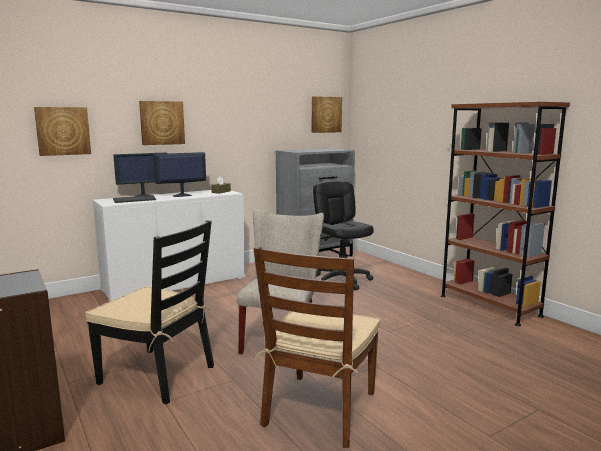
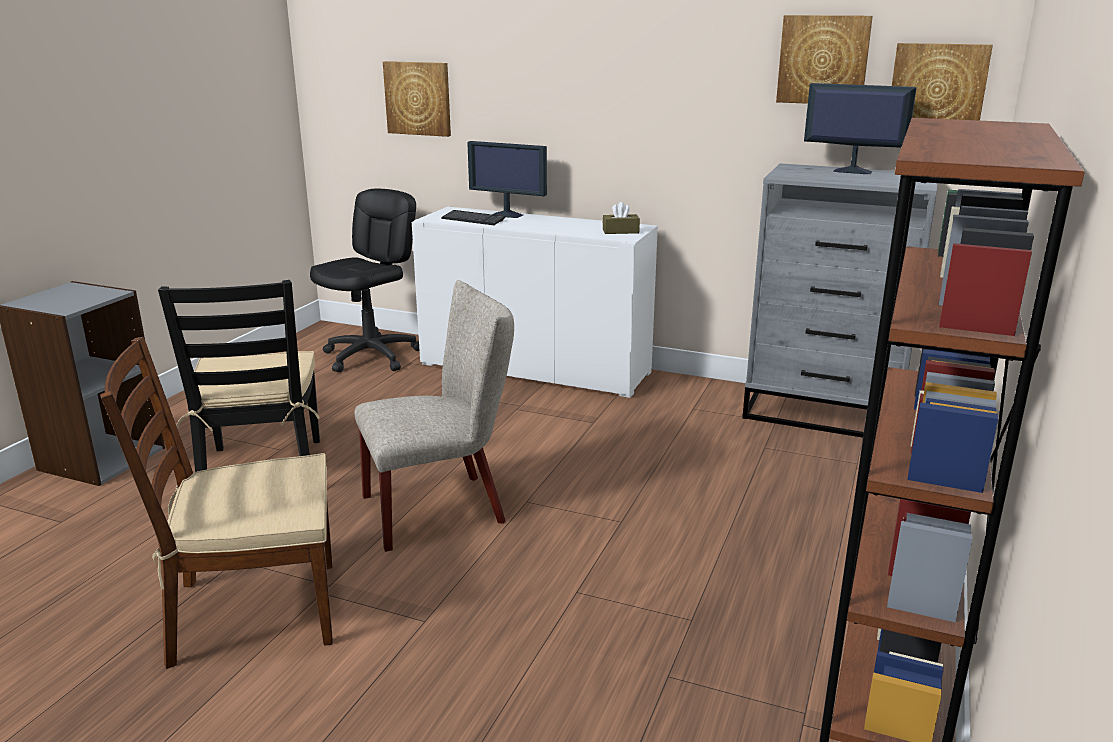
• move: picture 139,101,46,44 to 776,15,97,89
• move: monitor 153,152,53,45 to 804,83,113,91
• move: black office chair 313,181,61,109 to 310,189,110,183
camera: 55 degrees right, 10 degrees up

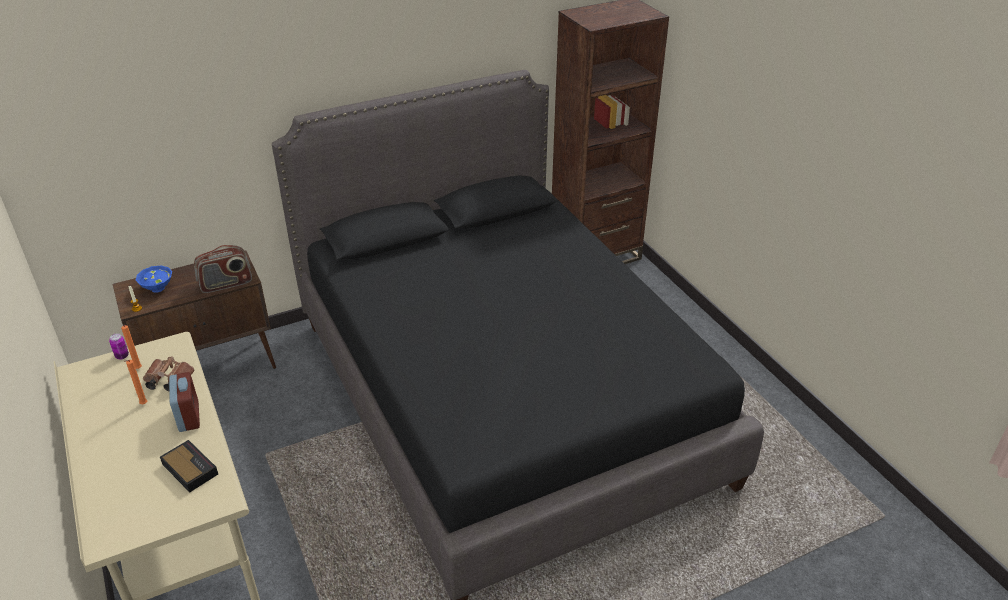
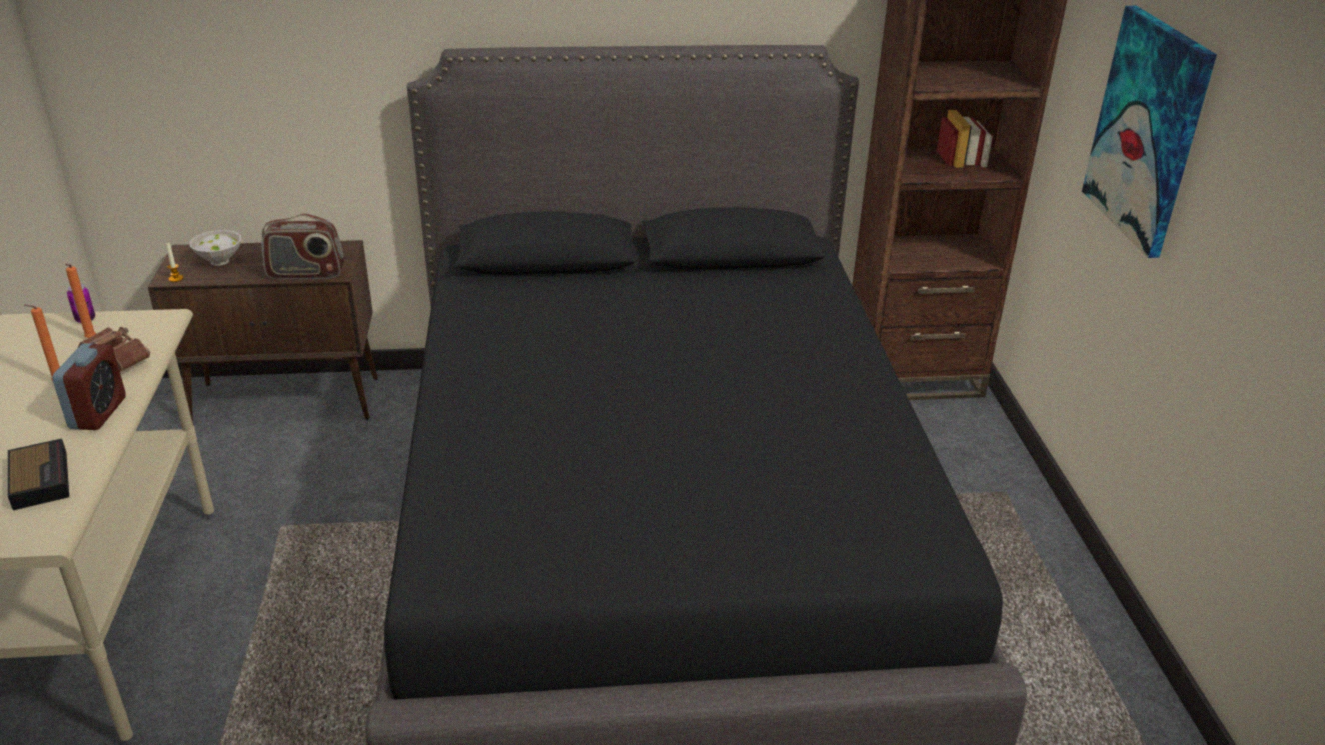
• insert: picture 1082,6,135,252
• recolor: blue bowl 136,266,36,27 to white bowl 190,230,51,36
camera: 20 degrees right, 5 degrees down

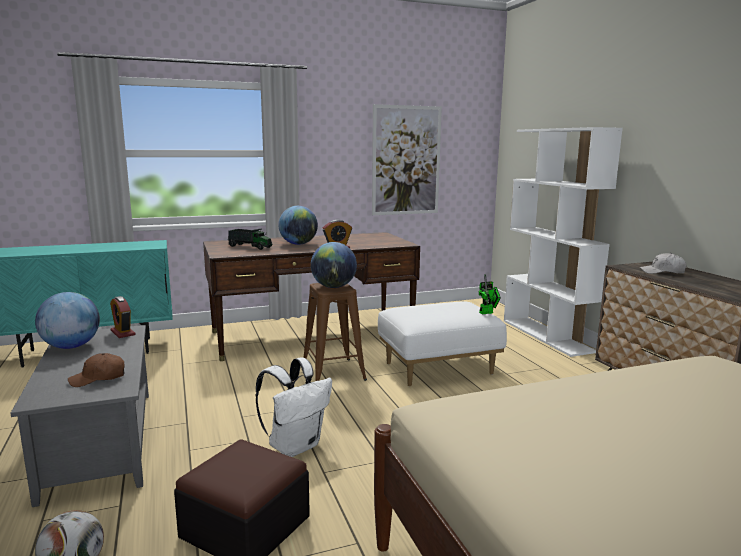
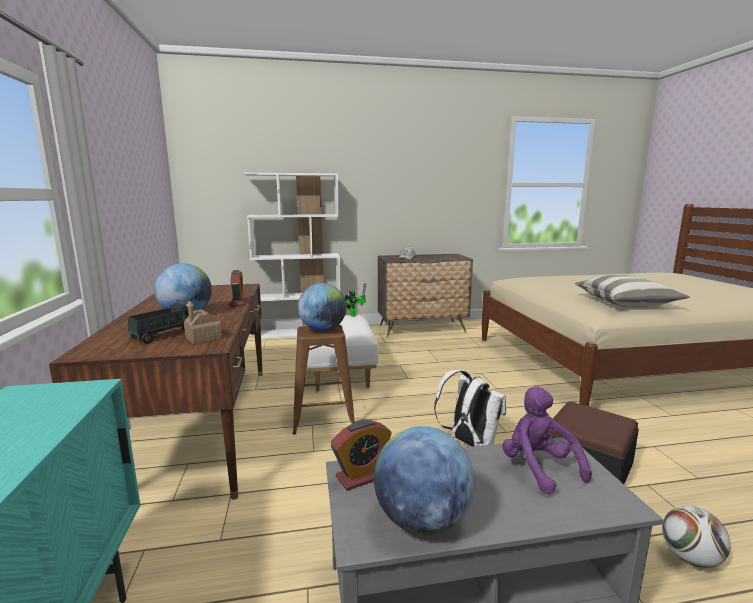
• delete: picture 372,104,70,111
• insert: toy house 184,300,38,44
• insert: pillow 574,275,115,32
• replace: brown cap 68,353,57,34 to purple plush toy 502,386,90,108
camera: 80 degrees left, 0 degrees up

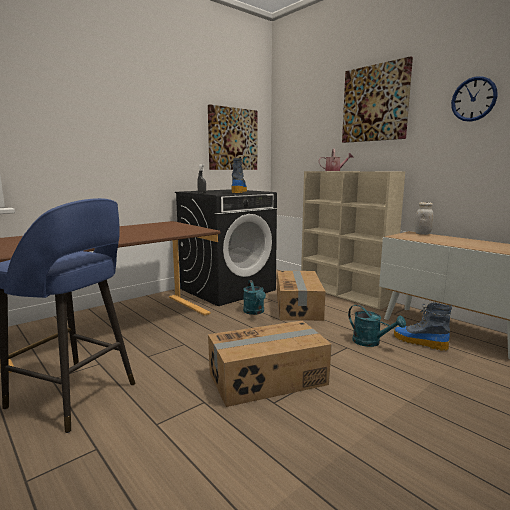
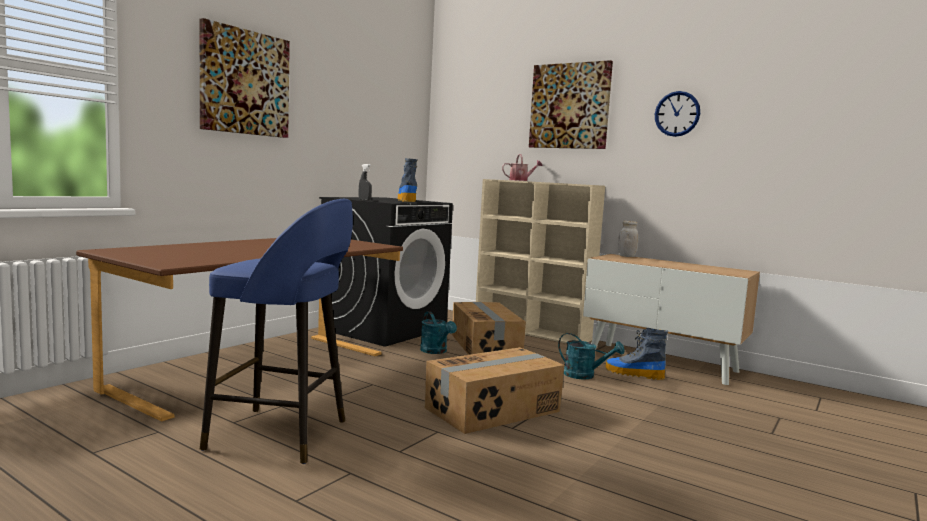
• move: picture 208,105,49,65 to 199,18,91,120
camera: 15 degrees left, 5 degrees down

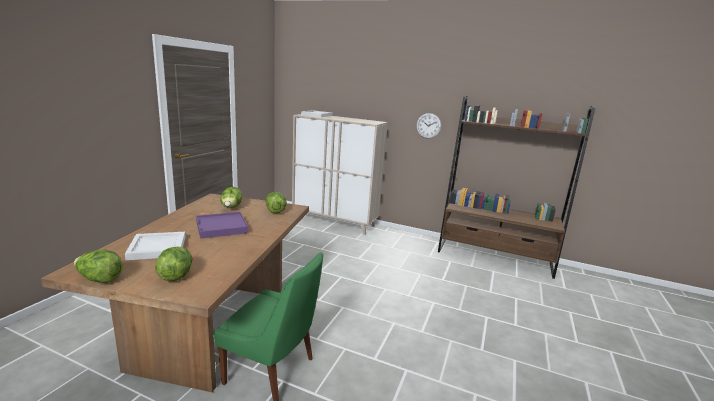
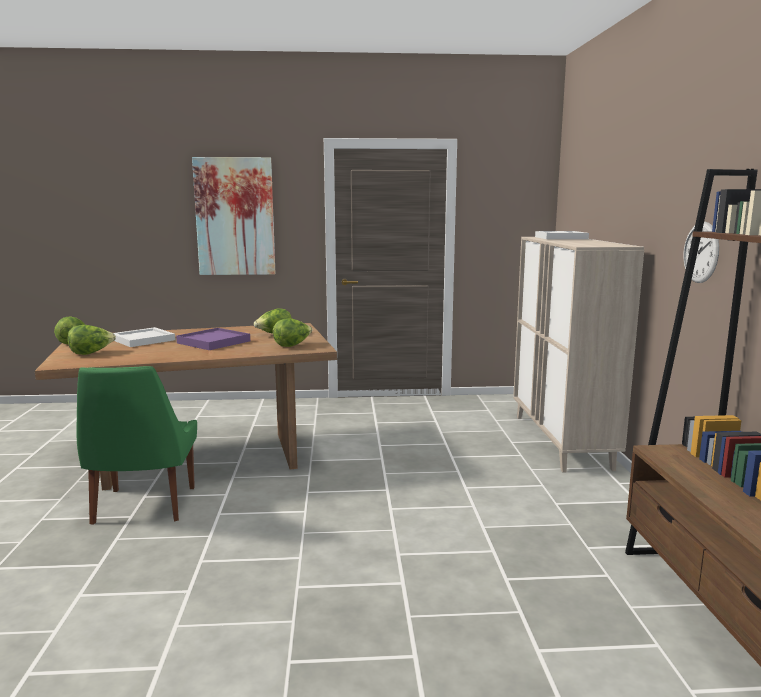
• insert: picture 192,157,84,118
camera: 65 degrees right, 5 degrees down

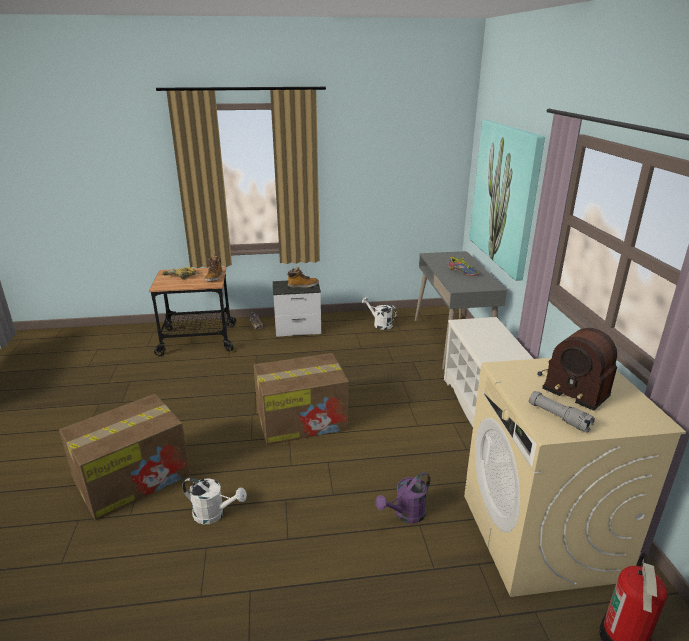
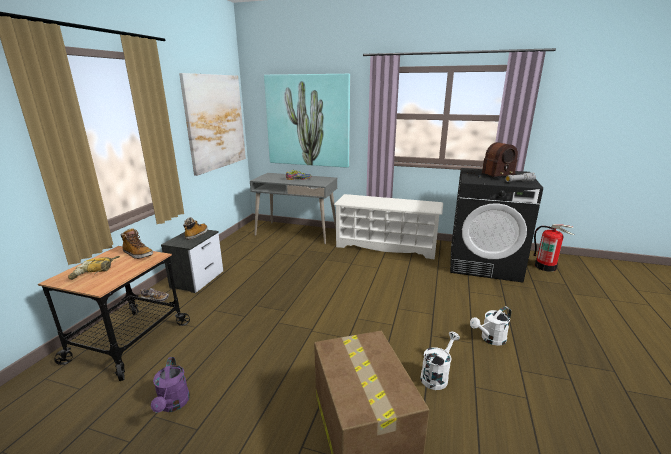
• delete: cardboard box 254,353,95,92
• insert: picture 179,73,67,103
• move: white watering can 362,297,35,33 to 470,307,41,39
• move: purple watering can 375,472,55,52 to 151,357,39,56
• recolor: beige washing machine 464,358,222,239 to black washing machine 450,168,93,115
camera: 65 degrees left, 5 degrees down

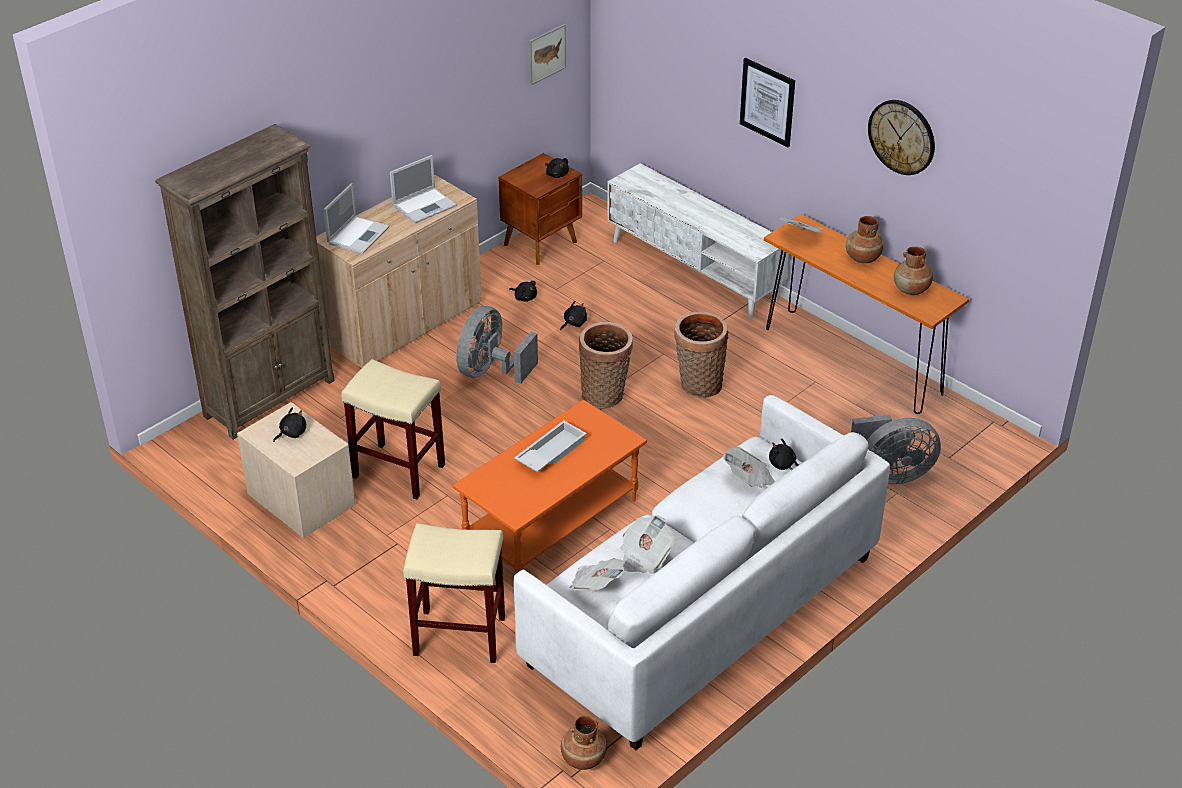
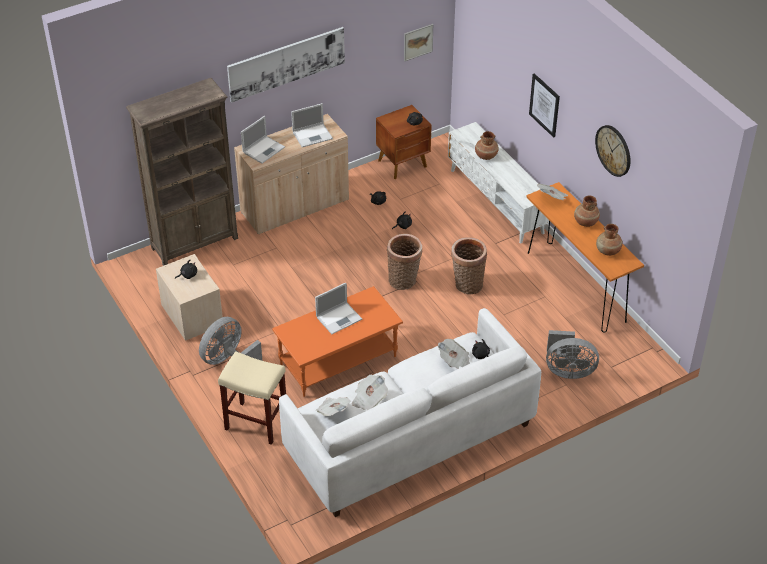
• delete: beige stool 341,359,104,141
• insert: picture 227,27,118,76
• move: grey fan 456,306,82,78 to 199,317,63,48
• move: brown vase 561,716,46,54 to 475,131,24,29
• replace: white tray 514,421,73,51 to laptop 315,282,47,52
camera: 15 degrees right, 5 degrees up

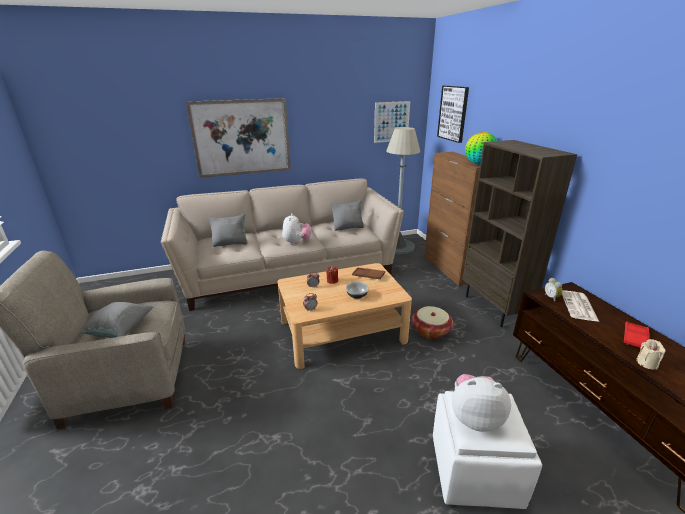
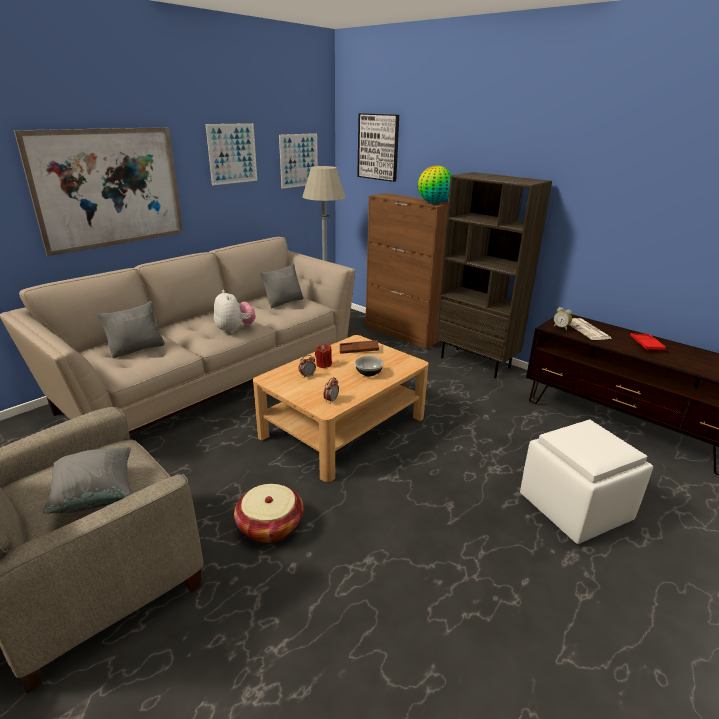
• delete: plush toy 452,374,59,58
• delete: beige candle 636,339,30,30
• insert: picture 206,123,51,62
• move: basket 412,306,41,33 to 234,484,70,59
camera: 30 degrees left, 0 degrees up

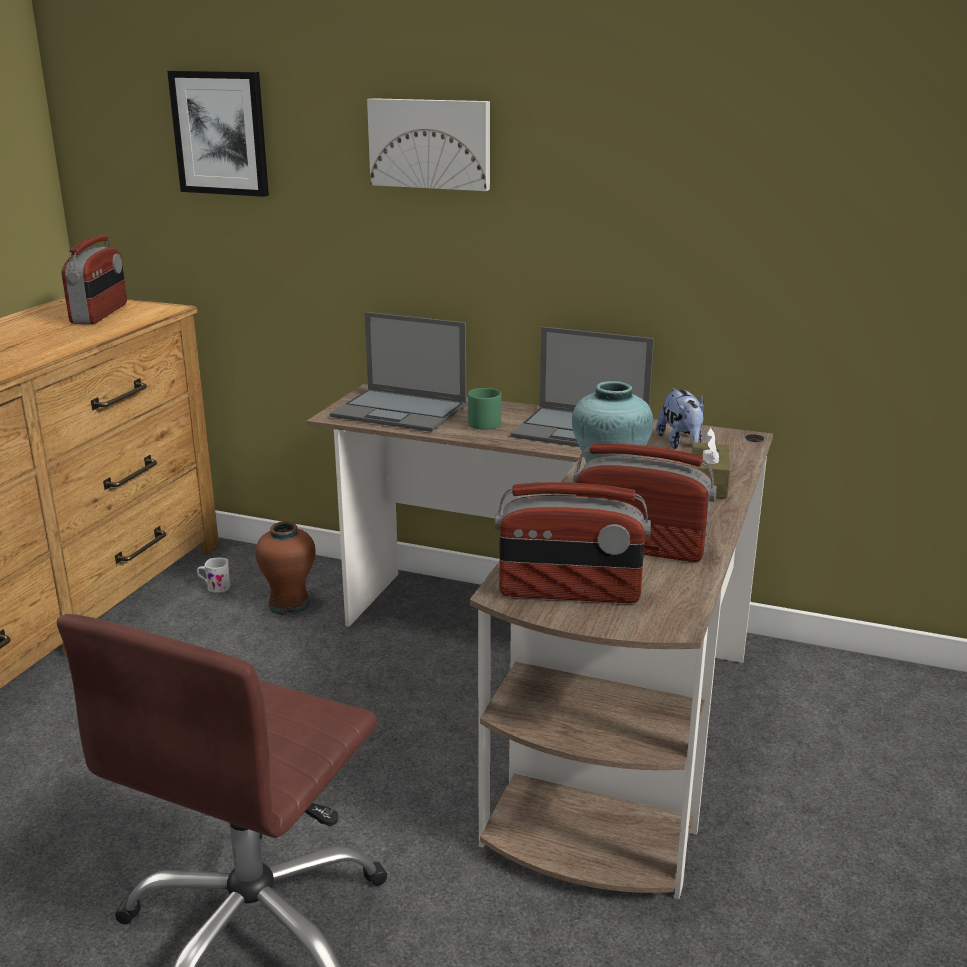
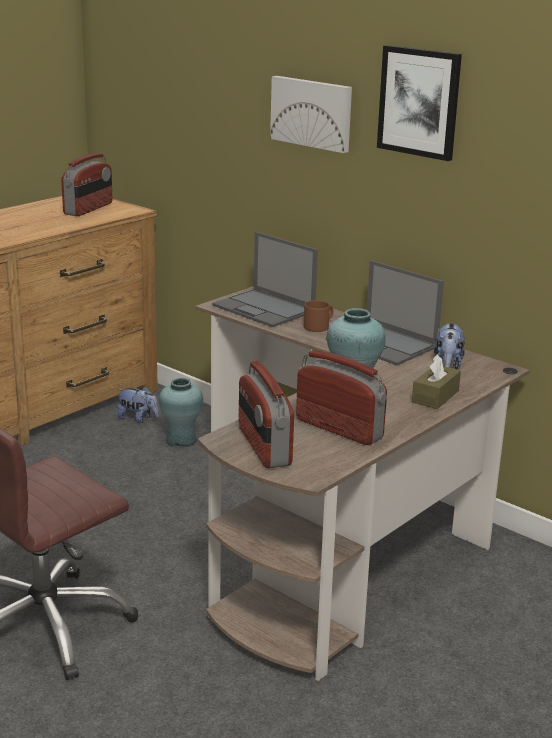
• move: picture 167,71,102,126 to 377,45,85,116
• replace: white mug 197,558,33,35 to plush toy 117,386,42,37
• recolor: brown vase 255,521,61,94 to turquoise vase 159,378,44,70
• recolor: green mug 468,388,33,42 to brown mug 304,300,29,32
• rotate: radio 495,482,156,121 = 239,361,55,107 45 degrees clockwise
camera: 20 degrees right, 0 degrees up

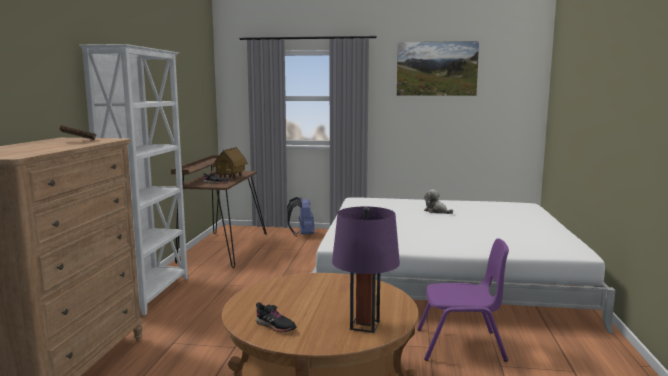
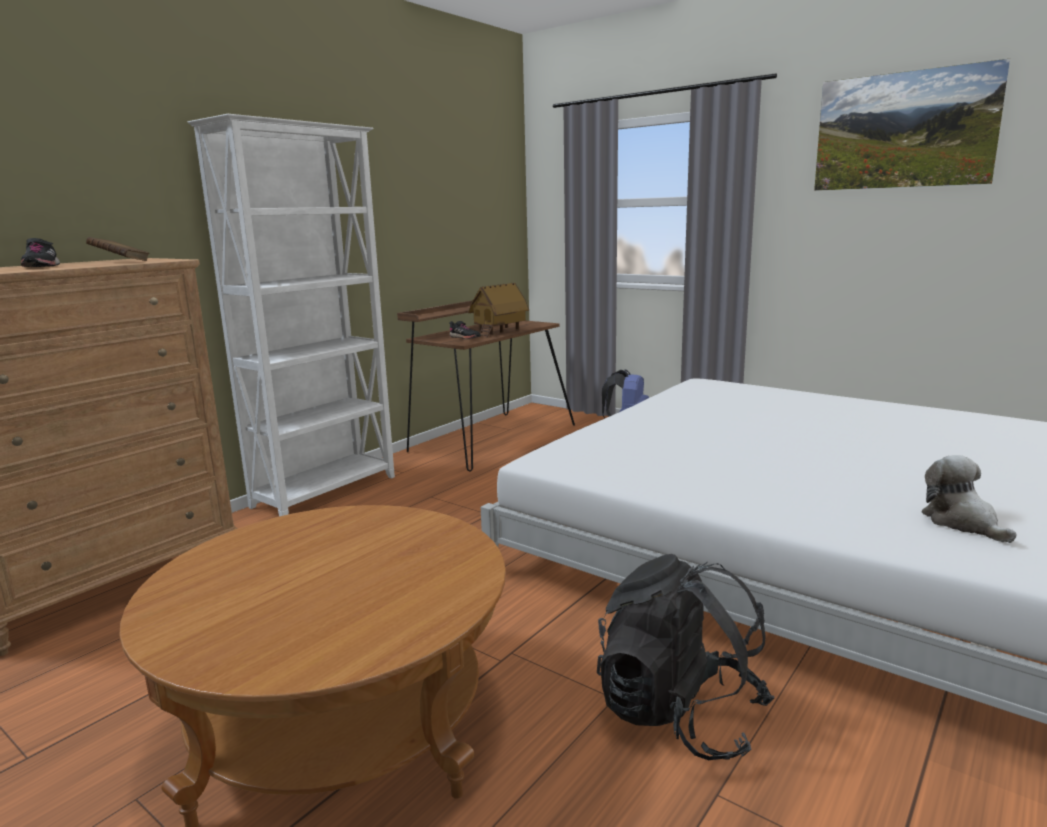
• delete: purple table lamp 332,207,68,126
• move: black shoe 256,302,41,30 to 21,238,39,29
• move: plush toy 424,189,29,25 to 922,455,95,88
• replace: purple chair 417,238,92,124 to black backpack 597,554,178,206
camera: 30 degrees right, 5 degrees up

